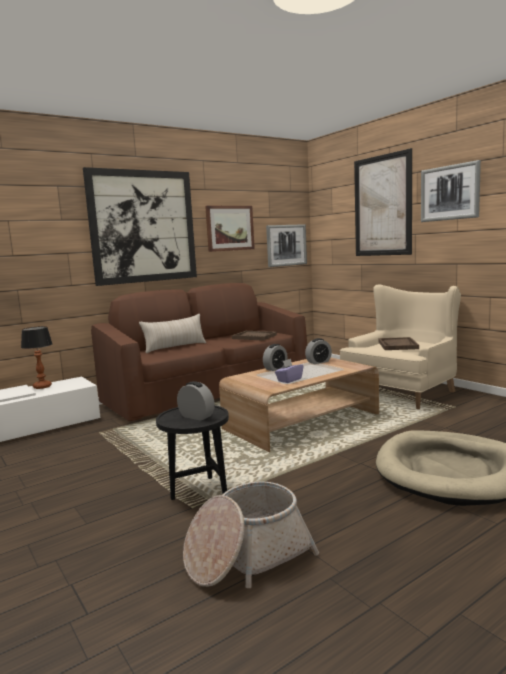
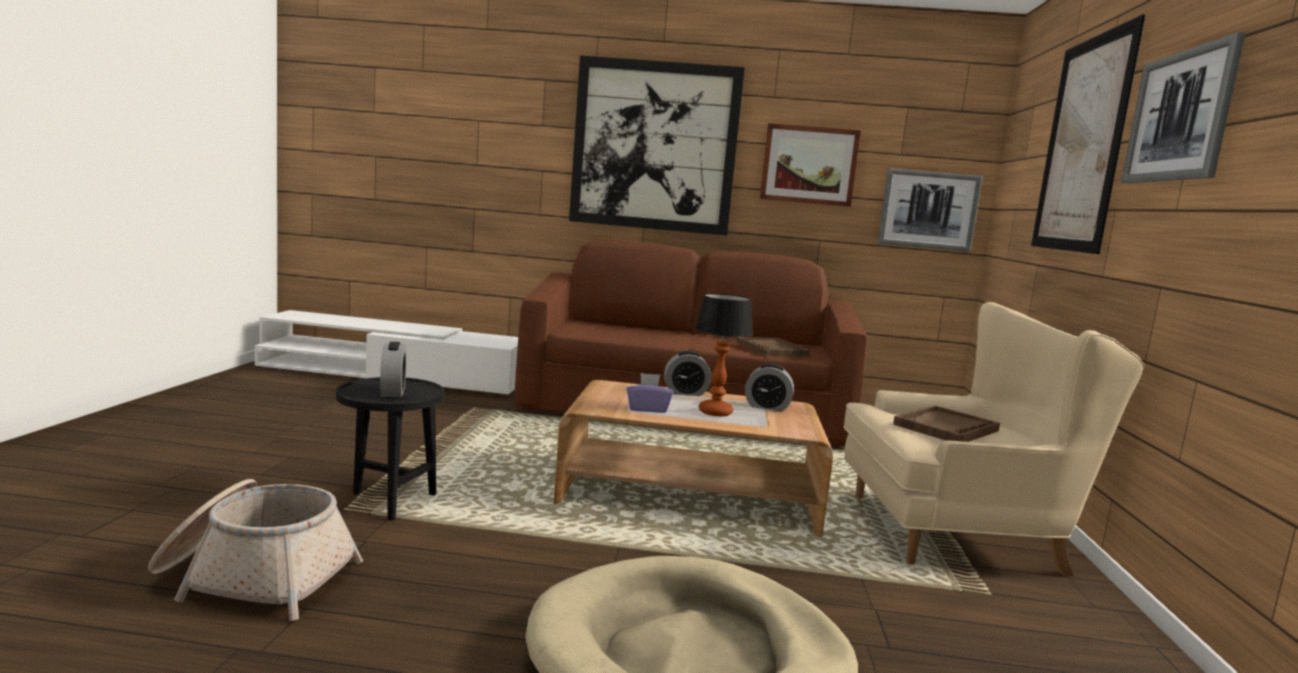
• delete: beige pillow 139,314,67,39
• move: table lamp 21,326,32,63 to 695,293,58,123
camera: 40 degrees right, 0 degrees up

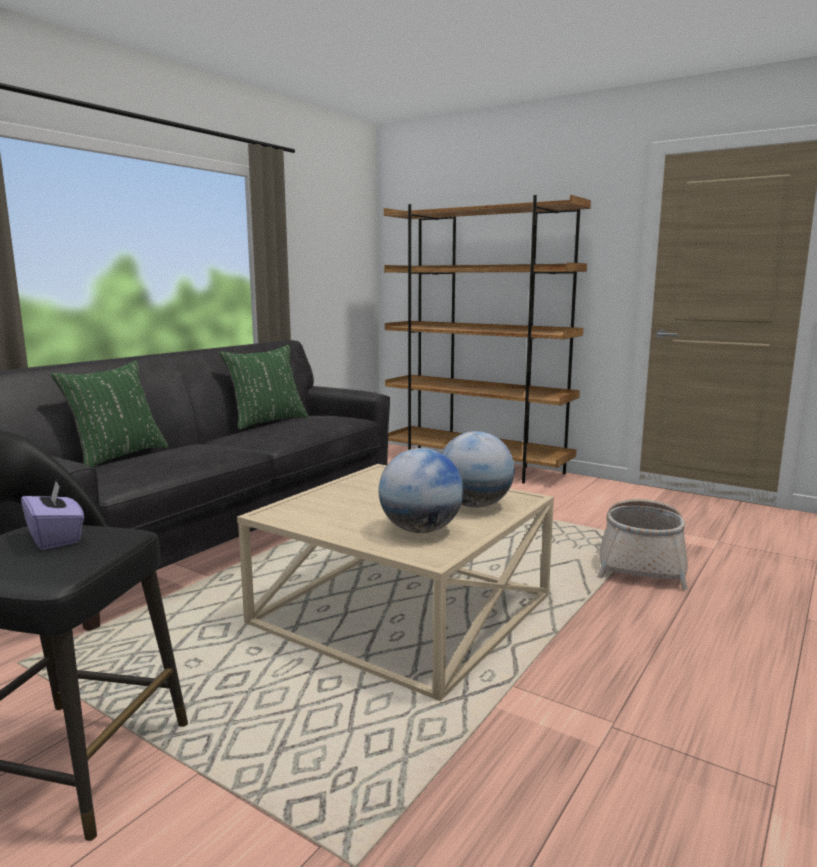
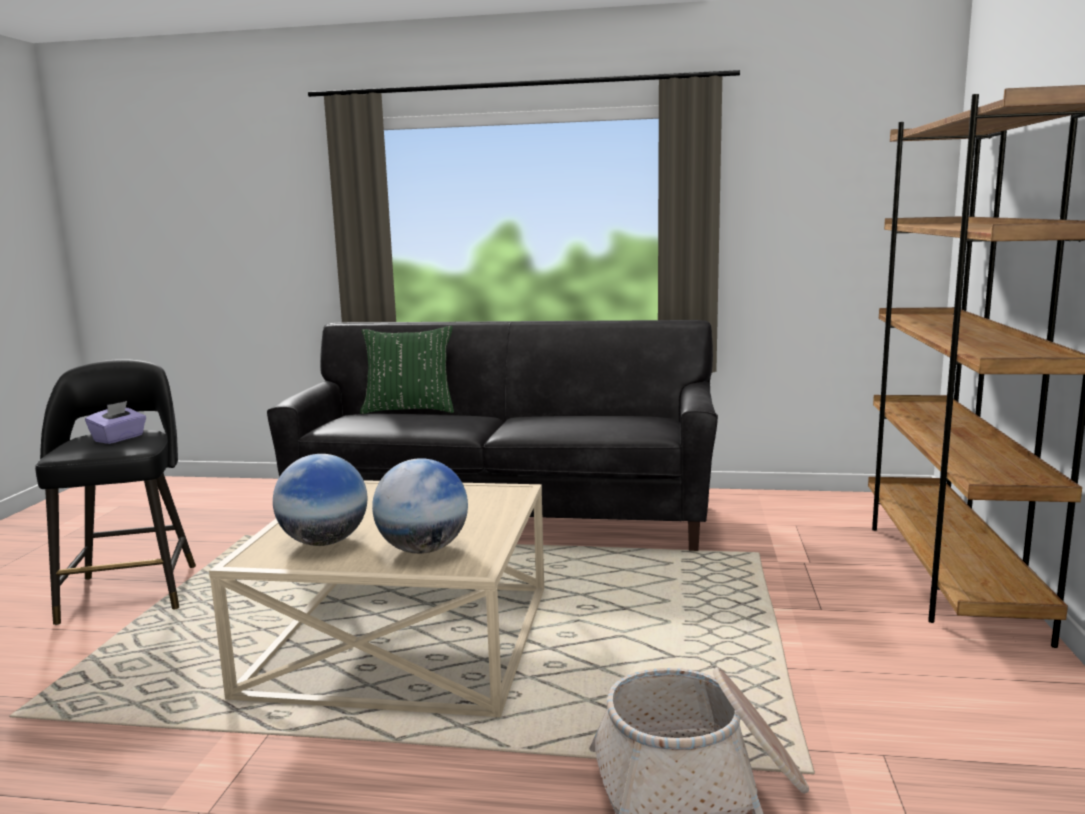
• delete: green pillow 219,345,89,85
camera: 65 degrees right, 0 degrees up

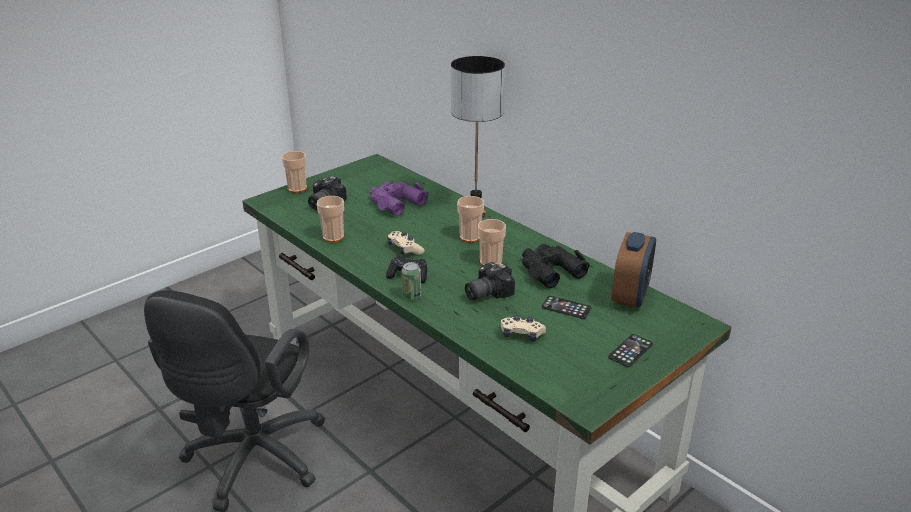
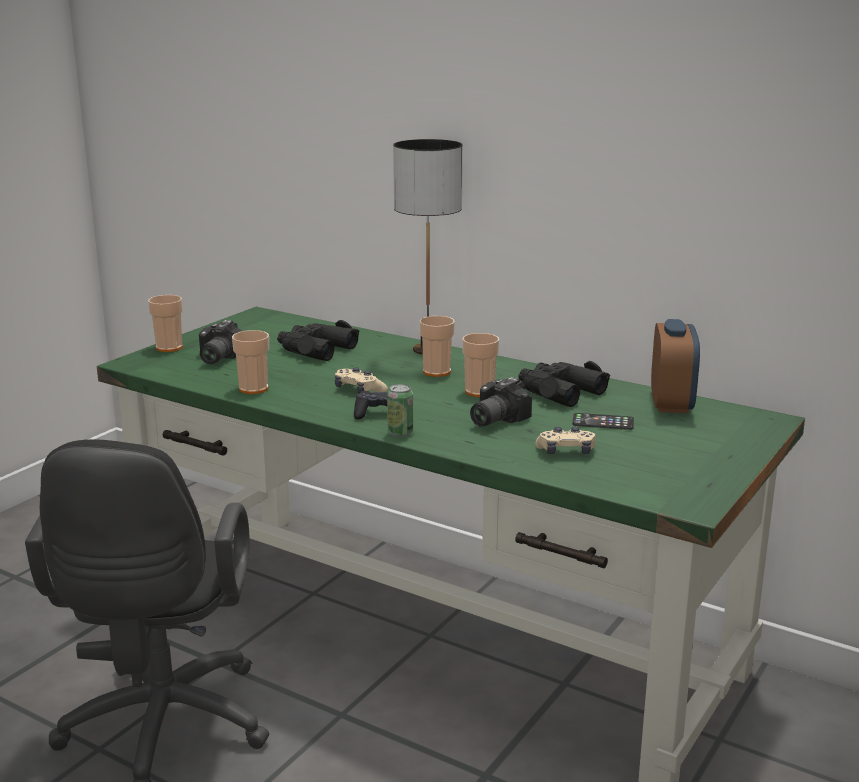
• delete: phone 608,334,45,33
• recolor: purple binoculars 369,182,59,34 to black binoculars 277,320,82,41
camera: 15 degrees left, 10 degrees down

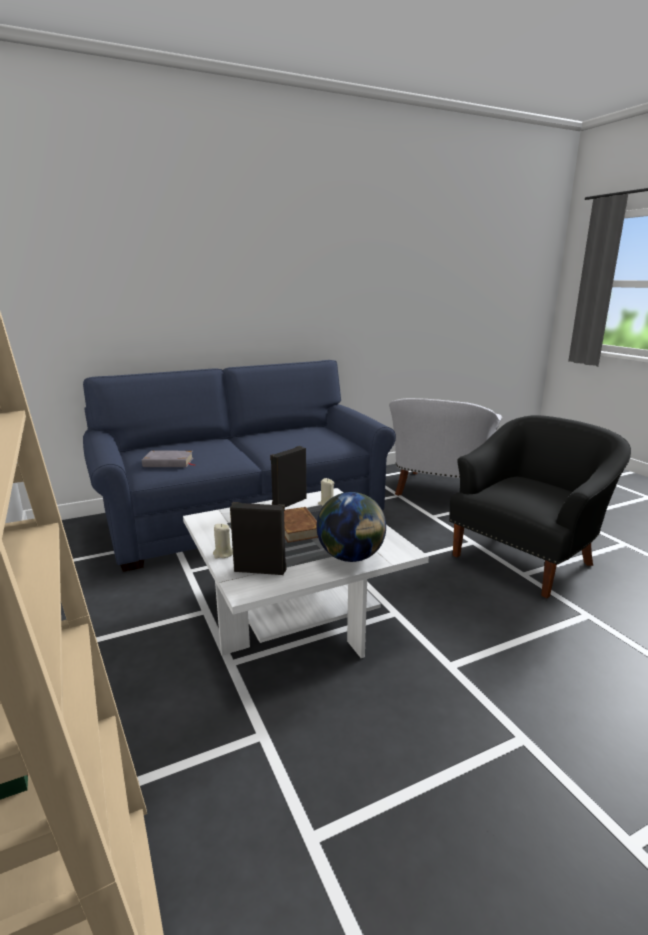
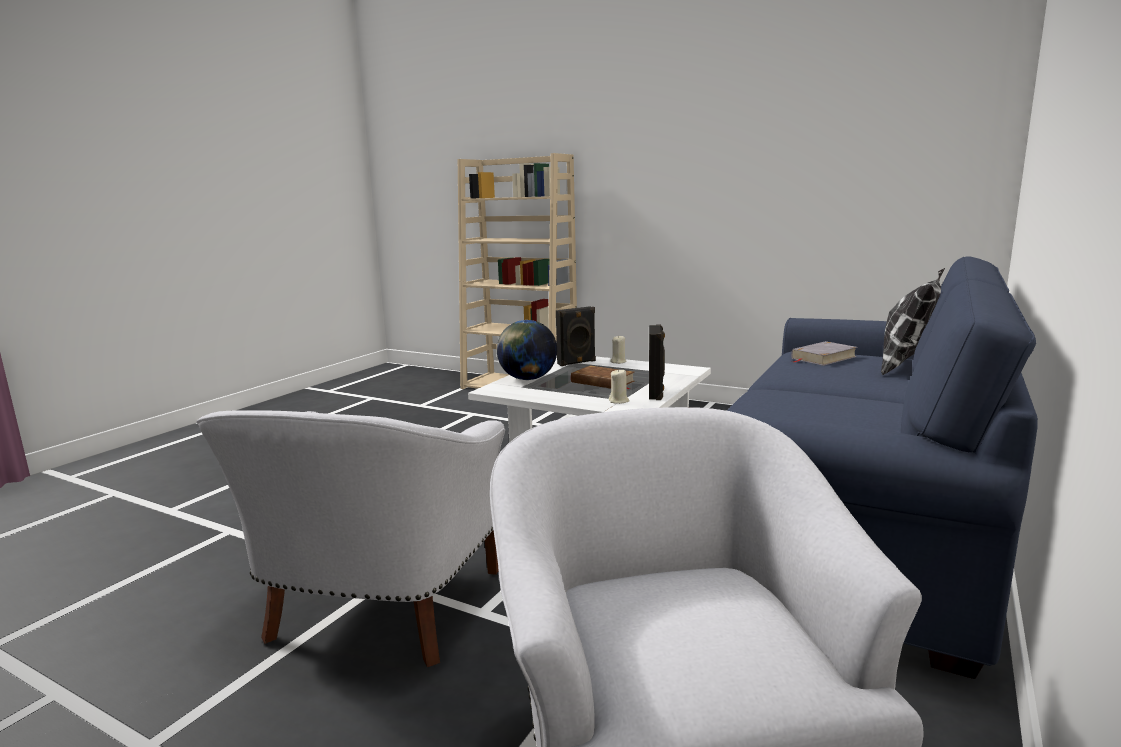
• insert: pillow 881,268,64,107
• recolor: black armchair 449,415,182,183 to white armchair 196,410,309,257
camera: 145 degrees right, 5 degrees down

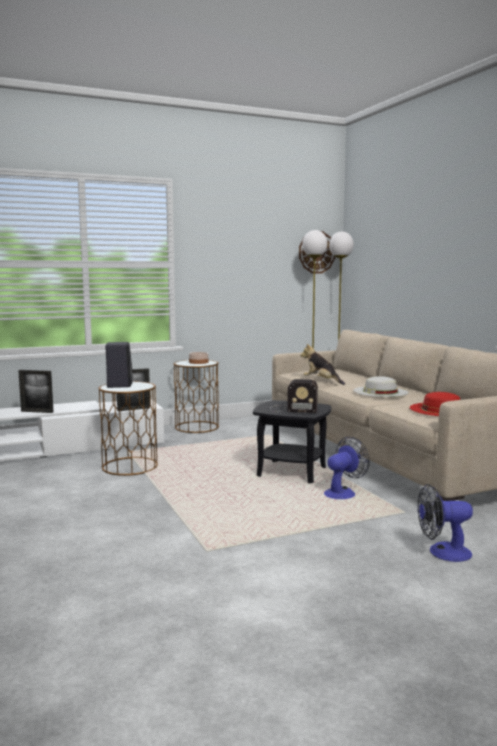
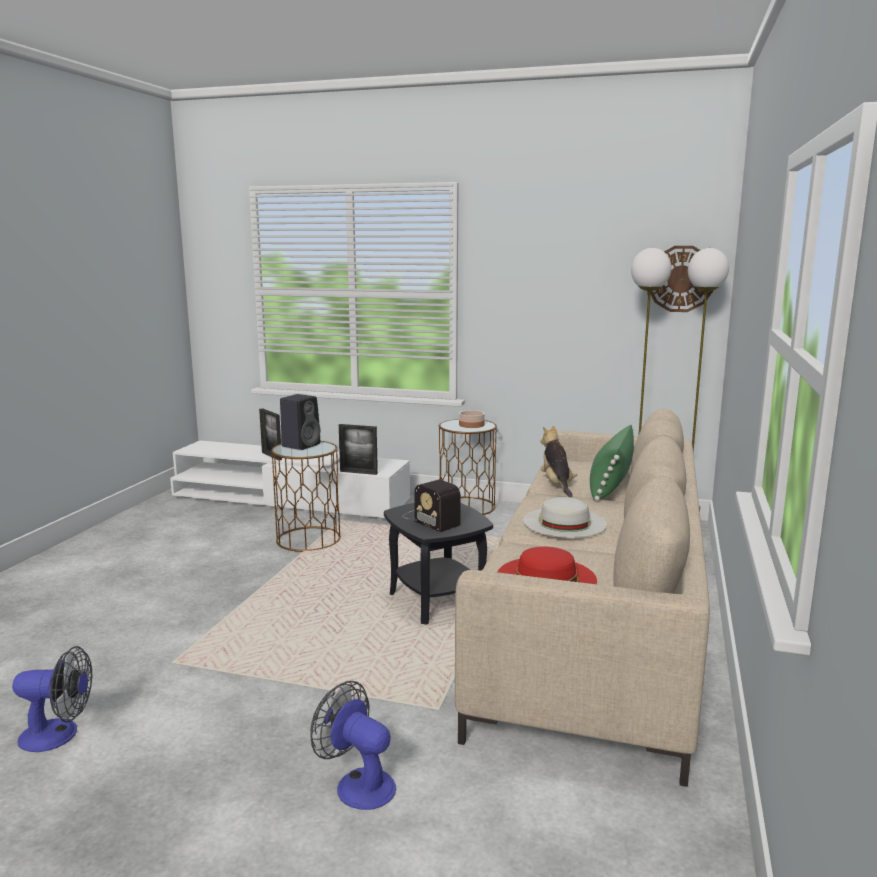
• insert: green pillow 590,425,44,76
• move: fan 324,437,45,62 to 12,646,80,106
camera: 40 degrees right, 5 degrees up

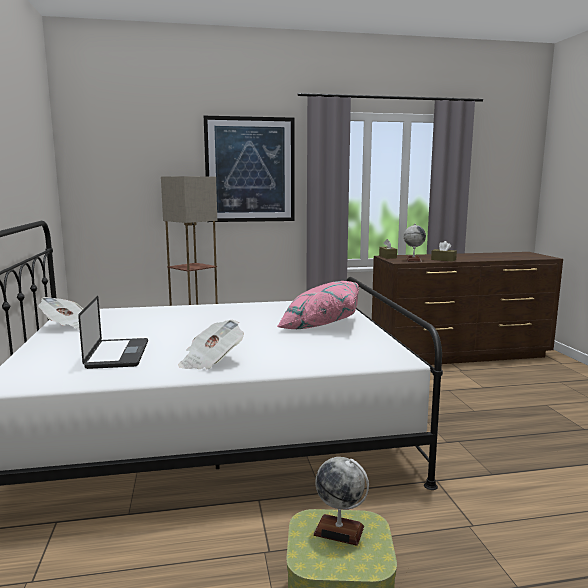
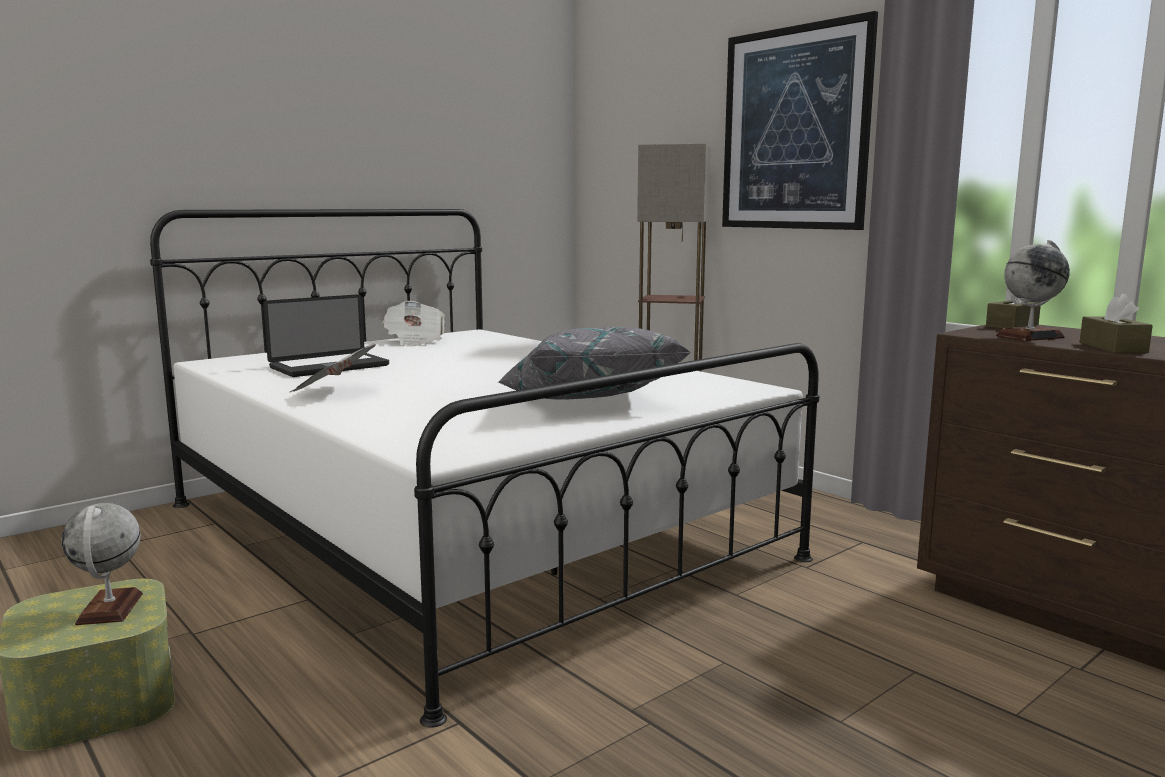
• recolor: pink pillow 277,281,82,48 to grey pillow 497,327,194,73
camera: 60 degrees right, 0 degrees up

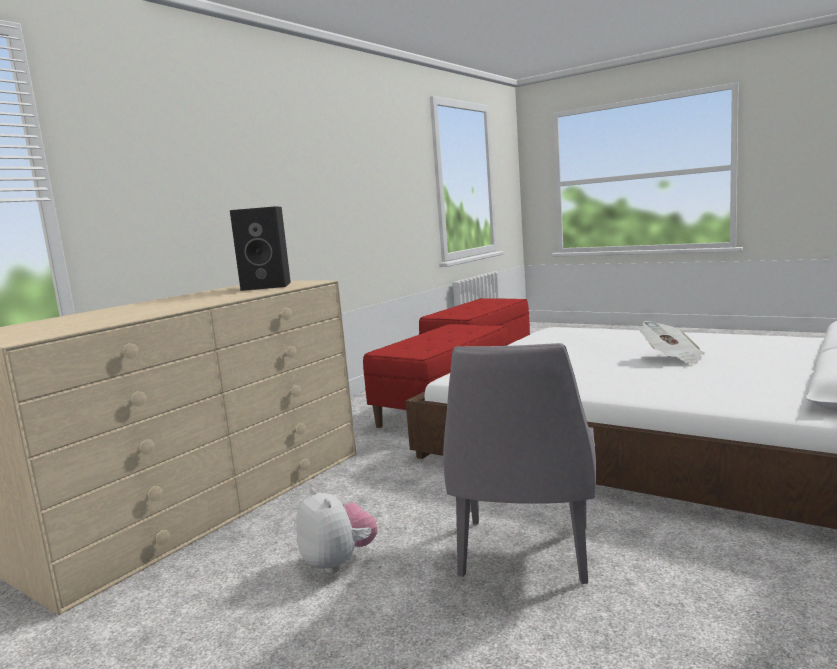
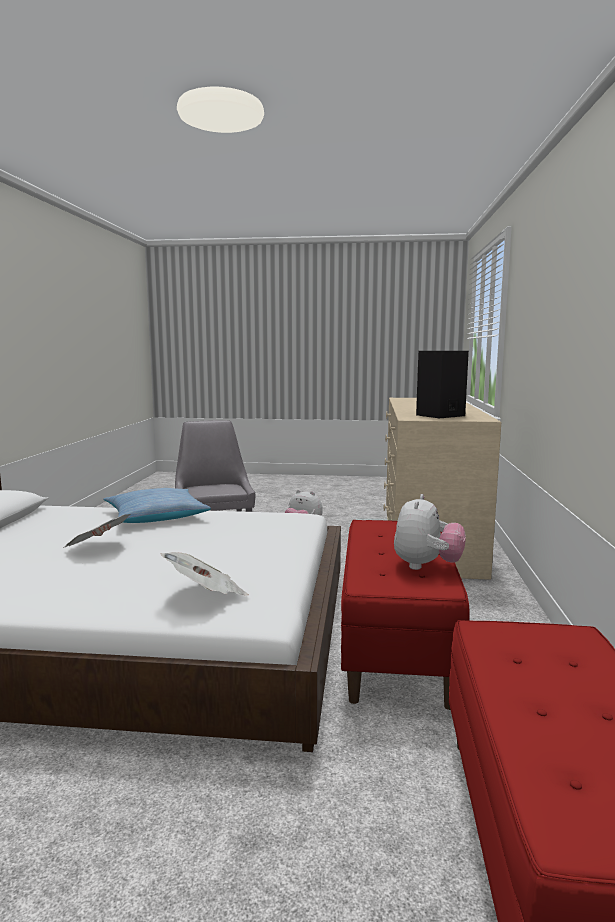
• insert: pillow 103,488,108,35
• insert: newspaper 160,552,89,43
• insert: plush toy 394,494,72,76
camera: 150 degrees right, 0 degrees up

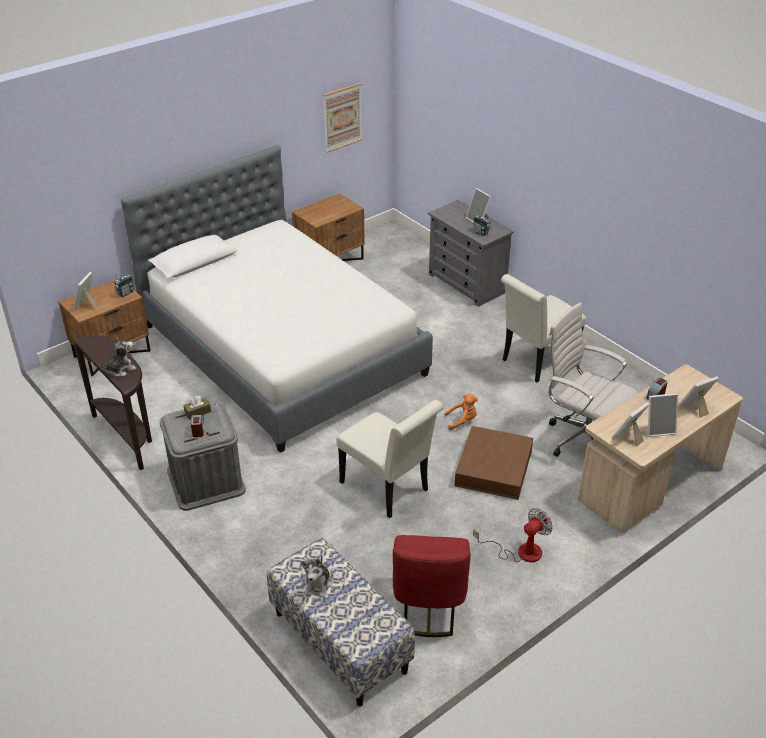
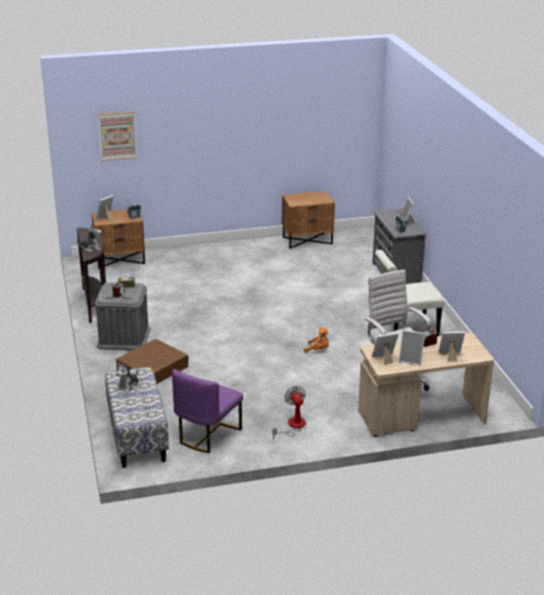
• delete: bed 121,145,312,308
• delete: white chair 336,400,107,118
• move: picture 323,83,39,70 to 98,111,39,50
• move: brown storage box 455,426,78,74 to 116,339,72,45
• recolor: red chair 393,535,78,102 to purple chair 172,369,71,84
• rotate: fan 473,508,80,54 = 272,386,34,54 90 degrees counterclockwise
camera: 25 degrees right, 10 degrees down

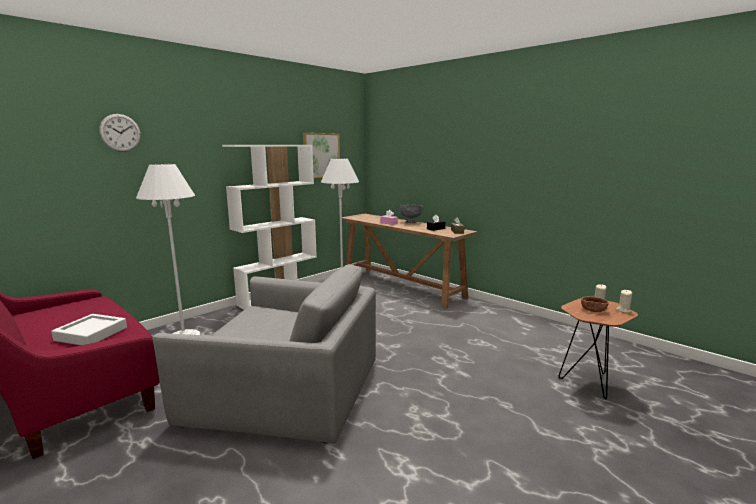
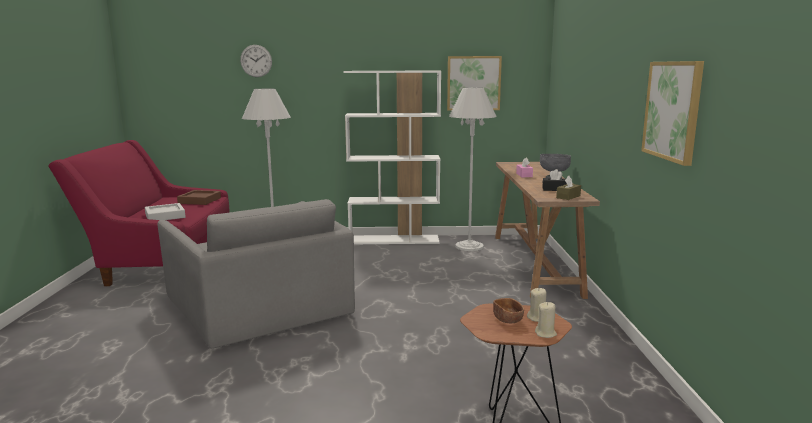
• insert: brown tray 177,190,44,15
• insert: picture 641,61,63,105
camera: 45 degrees right, 0 degrees up

